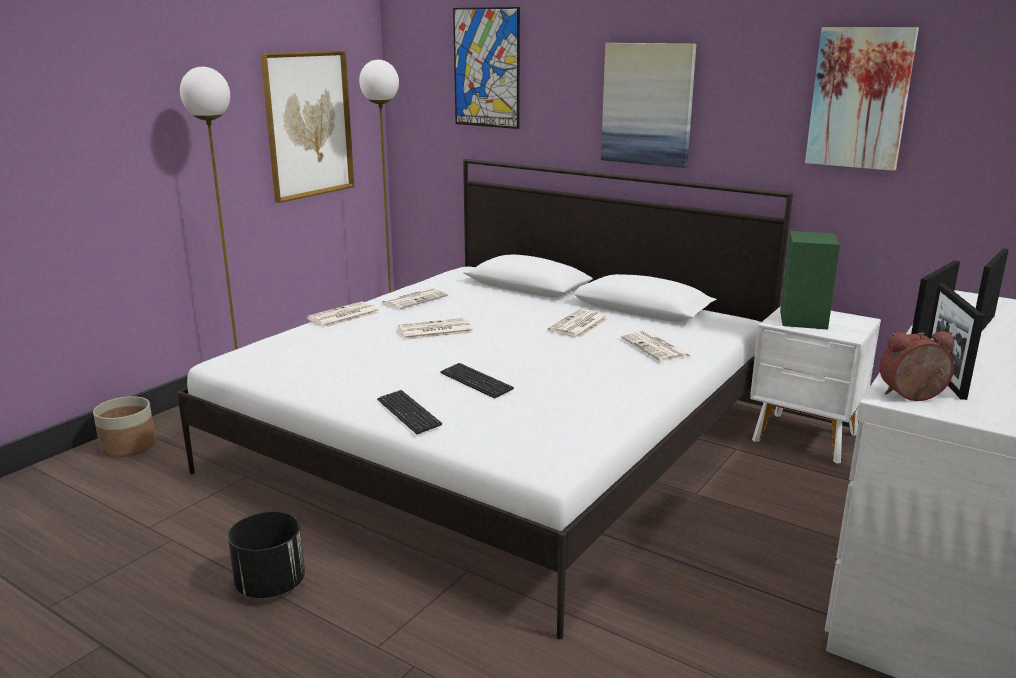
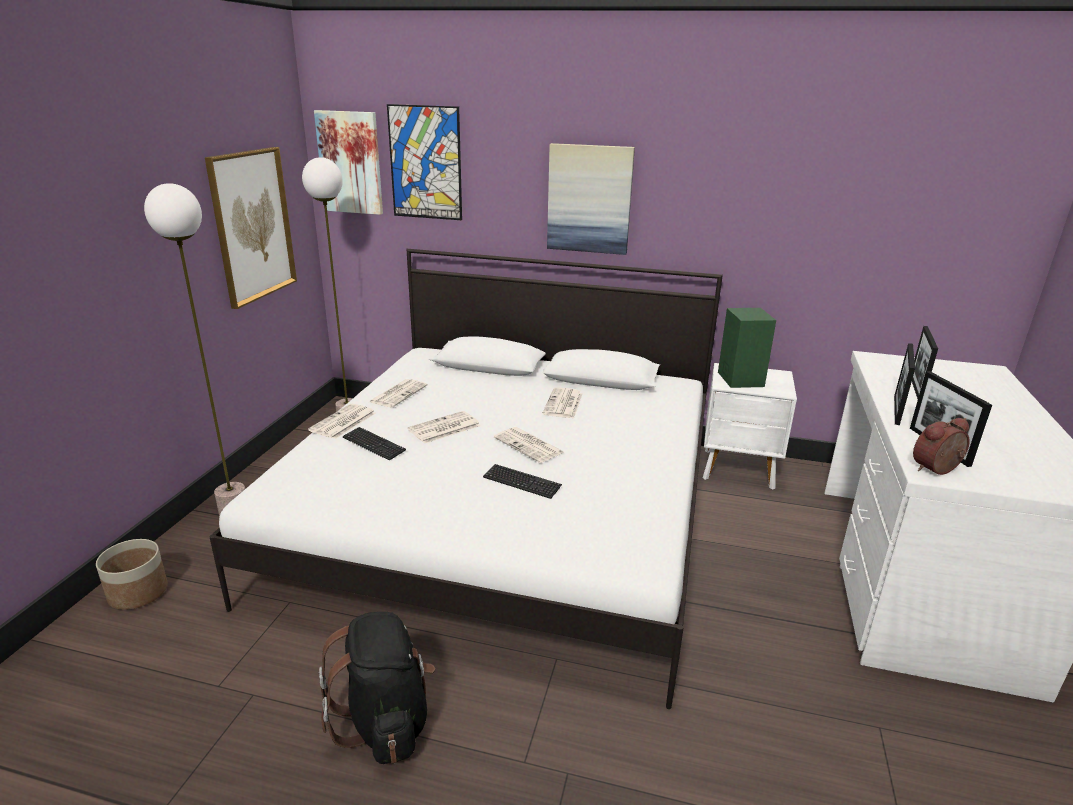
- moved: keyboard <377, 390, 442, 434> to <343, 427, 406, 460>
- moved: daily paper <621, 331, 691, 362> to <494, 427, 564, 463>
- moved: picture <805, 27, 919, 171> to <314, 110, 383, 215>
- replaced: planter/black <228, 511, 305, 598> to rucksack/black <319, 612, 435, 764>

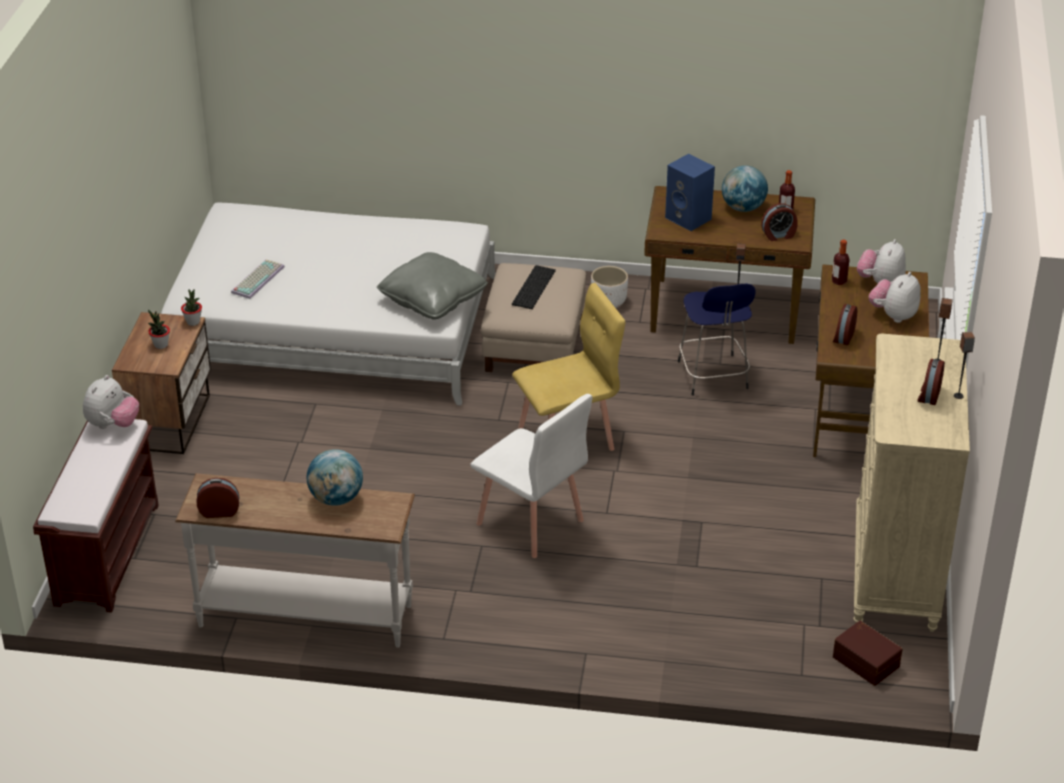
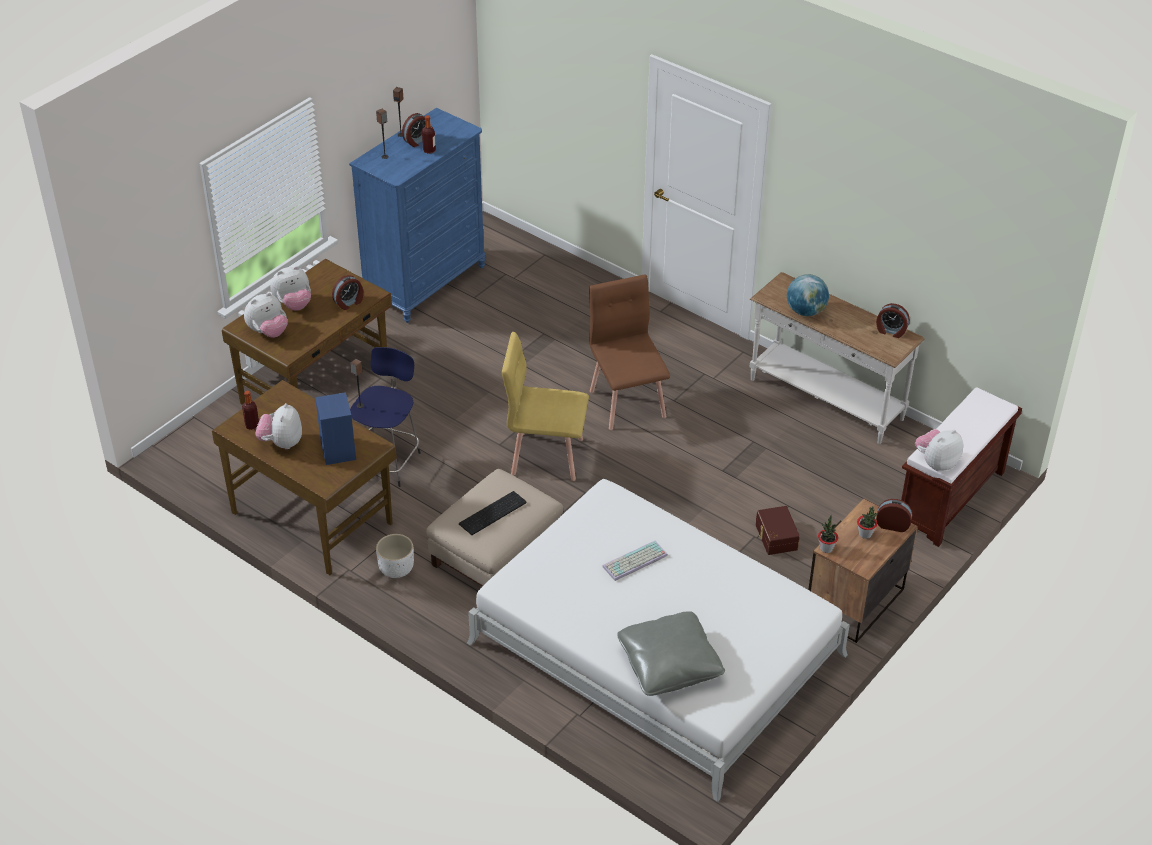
- moved: keyboard <231, 259, 285, 299> to <602, 541, 668, 581>
- moved: pillow/greyish <377, 252, 488, 320> to <617, 611, 725, 696>
- moved: bedside clock <761, 203, 798, 241> to <876, 499, 912, 532>
- moved: drink bottle <832, 240, 850, 285> to <422, 115, 436, 154>
- moved: storage container/brown <833, 621, 903, 686> to <755, 506, 800, 555>
- replaced: world globe <722, 166, 768, 212> to plush toy <255, 403, 302, 449>
- recoloured: plain chair/white-coloured <470, 394, 592, 558> to plain chair/brown <589, 274, 670, 430>
- recoloured: dresser/beige <853, 334, 970, 632> to dresser/blue-coloured <349, 108, 486, 323>

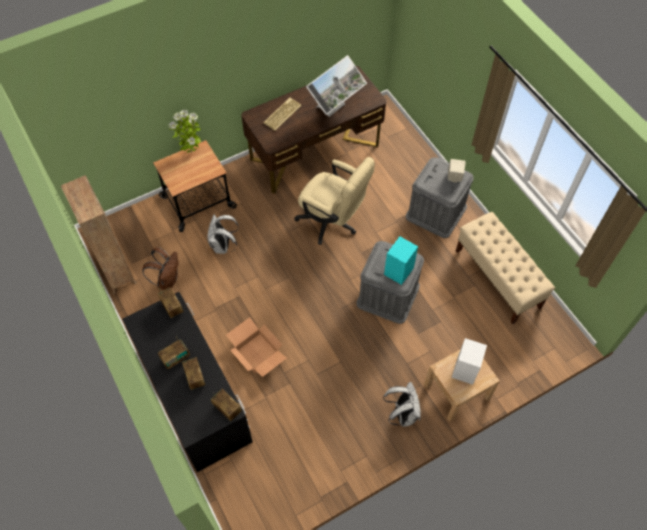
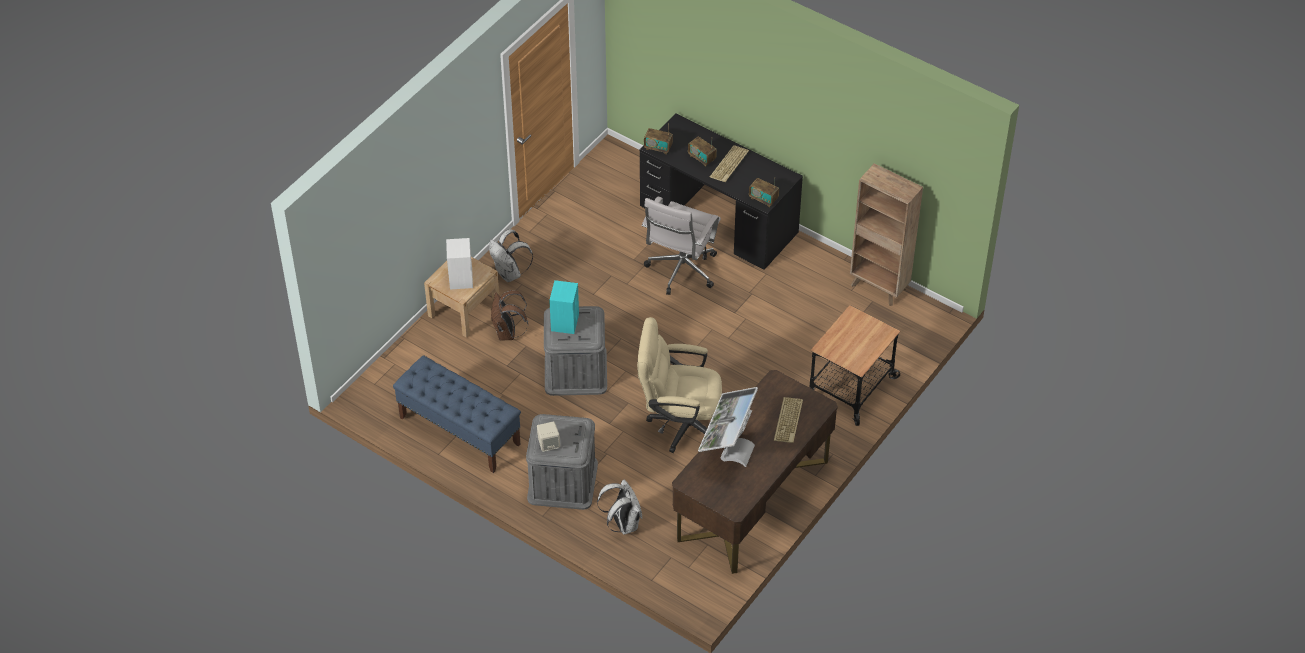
- removed: houseplant <169, 109, 201, 153>
- moved: rucksack/brown <142, 247, 178, 290> to <491, 290, 528, 341>
- moved: rucksack/white-coloured <208, 215, 239, 254> to <597, 479, 642, 535>
- replaced: radio set <158, 336, 190, 369> to keyboard <710, 145, 749, 182>
- replaced: cardboard box <226, 317, 286, 377> to computer chair/white-coloured <641, 196, 721, 295>
- recoloured: bench/beige <456, 212, 555, 325> to bench/blue-coloured <393, 355, 521, 473>

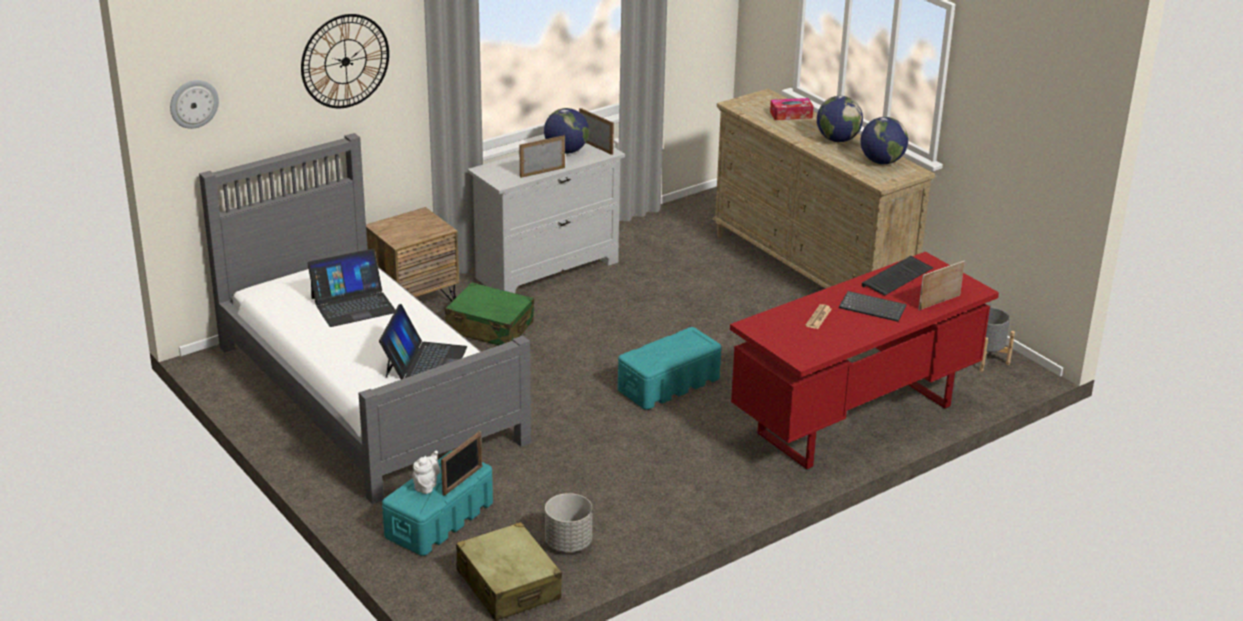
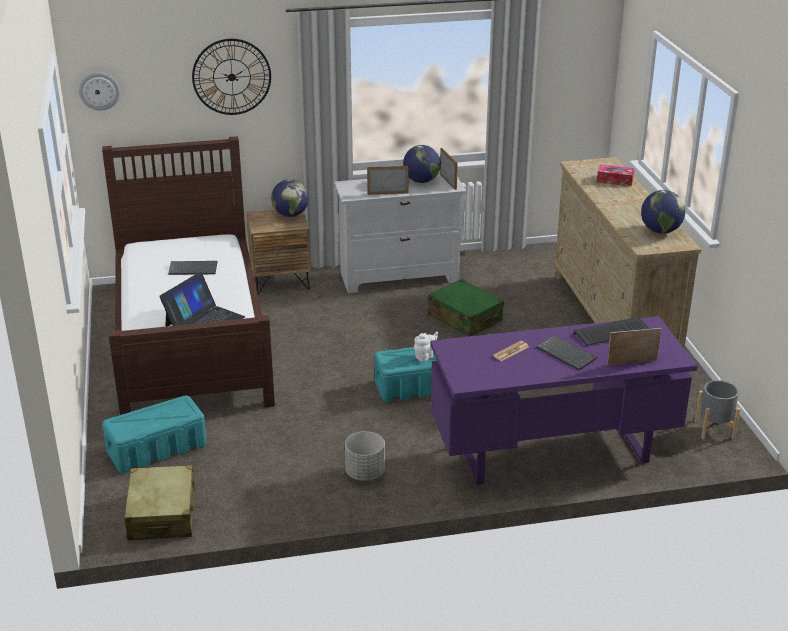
- removed: picture frame <441, 431, 482, 496>
- moved: teapot/white-coloured <412, 451, 440, 494> to <414, 332, 438, 362>
- moved: piece of luggage/greenish <445, 282, 534, 345> to <427, 279, 504, 337>
- moved: planter/greyish <545, 493, 592, 552> to <345, 431, 385, 481>
- moved: world globe <817, 96, 863, 142> to <271, 179, 309, 217>
- replaced: laptop <307, 249, 395, 327> to keyboard <168, 261, 217, 275>
- recoloured: sleeping bed/greyish <199, 133, 531, 505> to sleeping bed/brown <102, 136, 275, 415>
- recoloured: desk table/red-coloured <730, 252, 999, 470> to desk table/purple-coloured <431, 316, 698, 485>

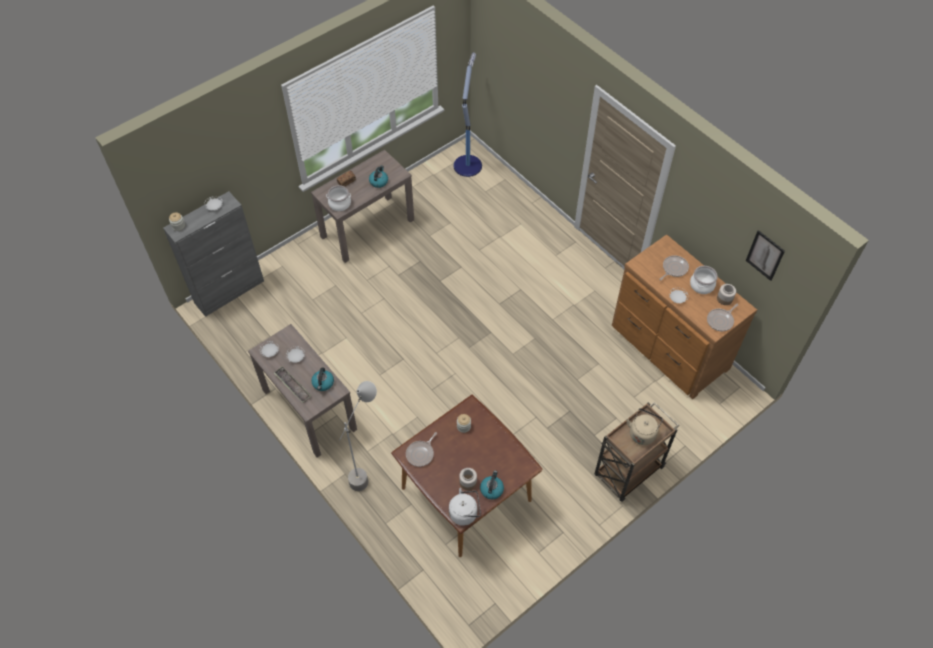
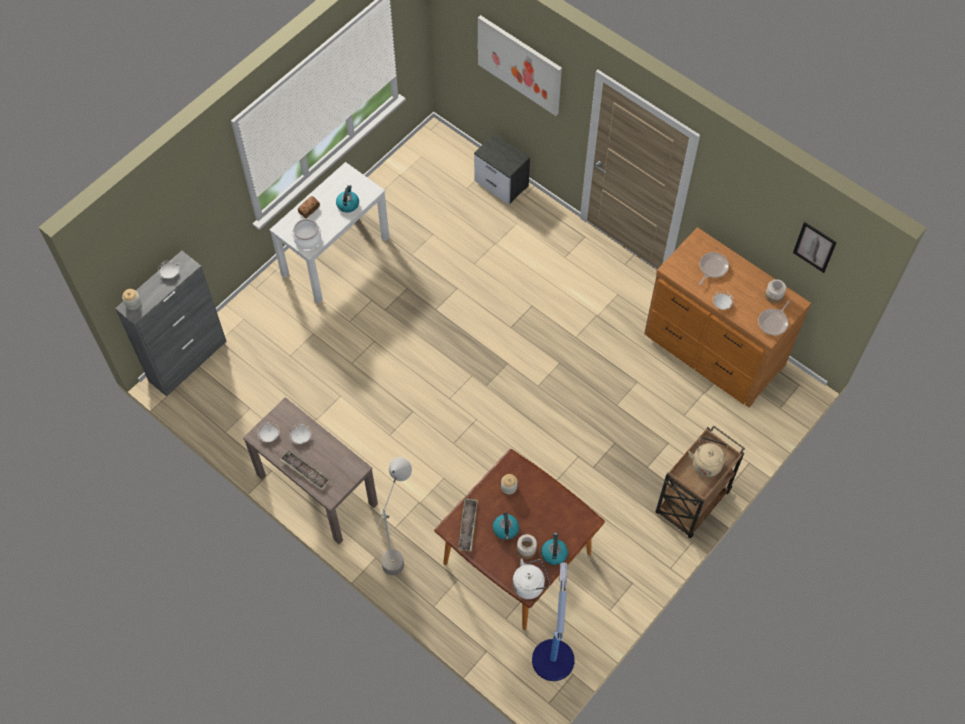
- removed: stockpot <690, 266, 718, 294>
- added: nightstand <474, 134, 530, 205>
- added: picture <478, 15, 562, 116>
- moved: kettle <311, 368, 334, 391> to <493, 513, 519, 540>
- moved: floor lamp <453, 53, 482, 177> to <532, 562, 575, 681>
- replaced: pan <406, 432, 437, 467> to tray <458, 498, 478, 551>
- recoloured: narrow table/brown <311, 150, 414, 263> to narrow table/white-coloured <269, 162, 389, 304>

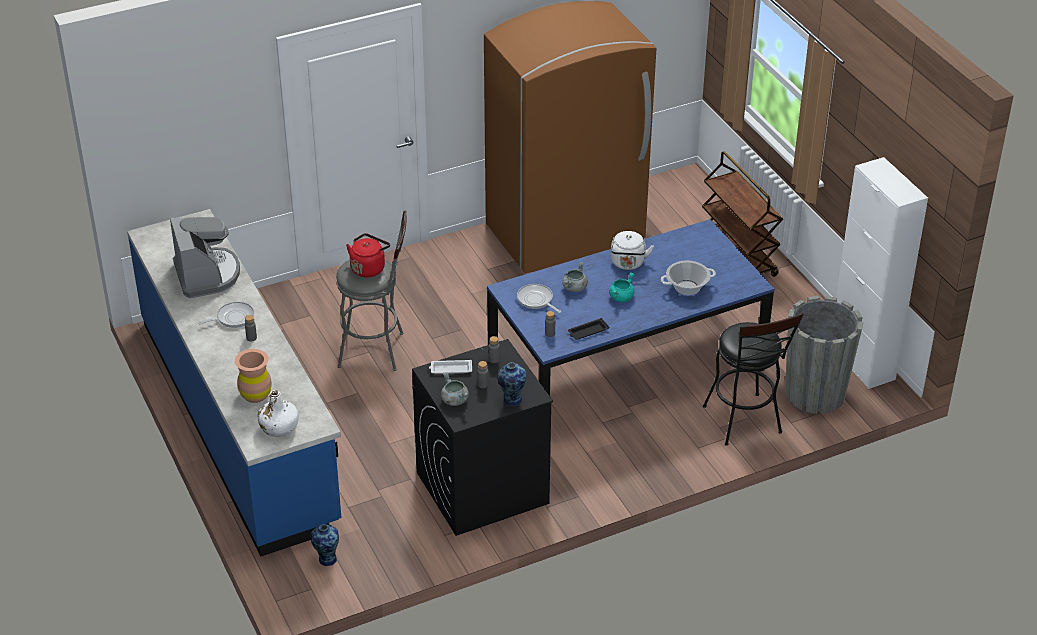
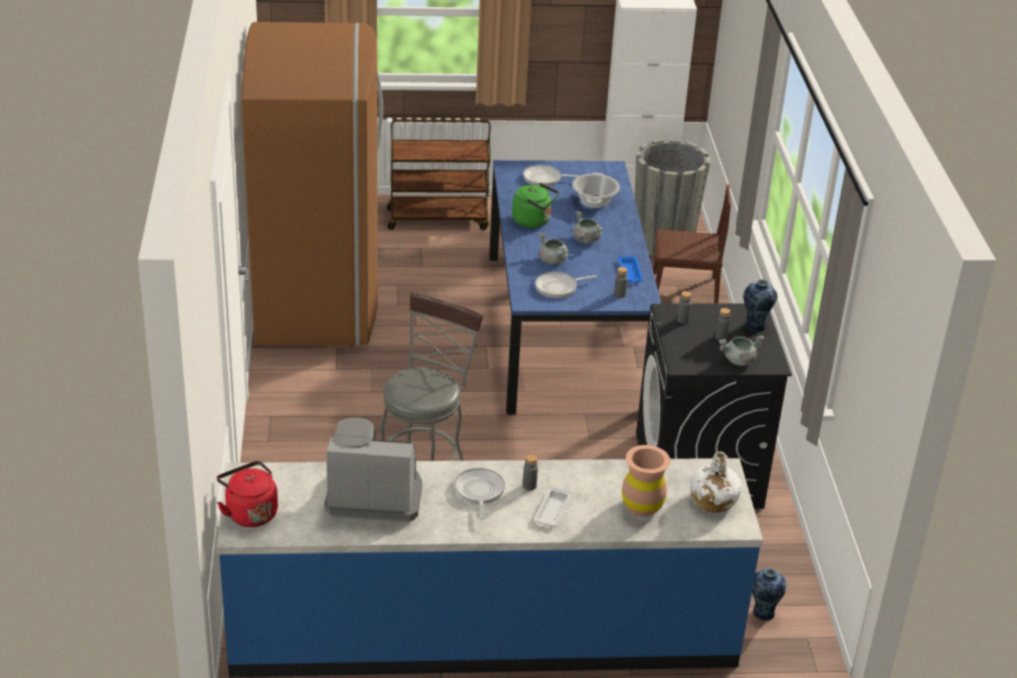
- added: pan <523, 165, 581, 186>
- moved: kettle/red-coloured <346, 233, 390, 277> to <217, 461, 278, 527>
- moved: tray/white-coloured <429, 360, 472, 374> to <534, 487, 572, 526>
- replaced: sitting stool/black <703, 313, 804, 446> to plain chair/brown <653, 184, 731, 304>
- recoloured: tray/black <568, 318, 609, 340> to tray/blue-coloured <618, 256, 643, 283>
- recoloured: stockpot/turquoise-coloured <609, 272, 635, 302> to stockpot/greyish <574, 211, 604, 243>
- recoloured: kettle/white-coloured <611, 231, 654, 270> to kettle/greenish <512, 183, 559, 228>

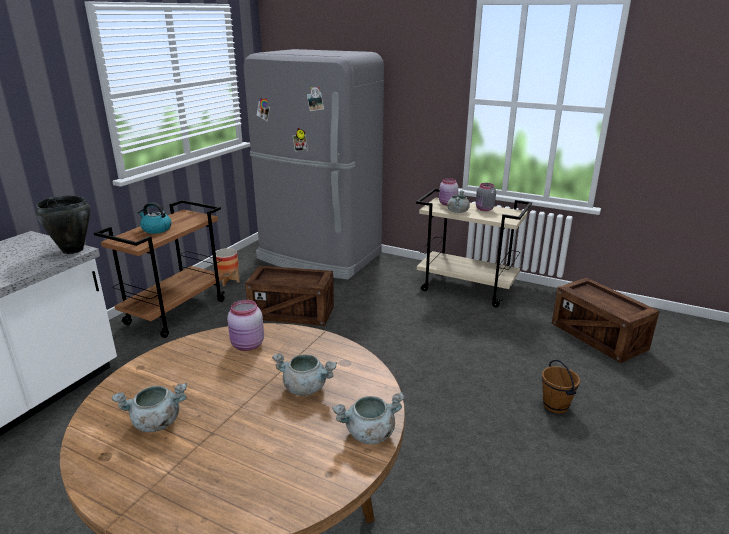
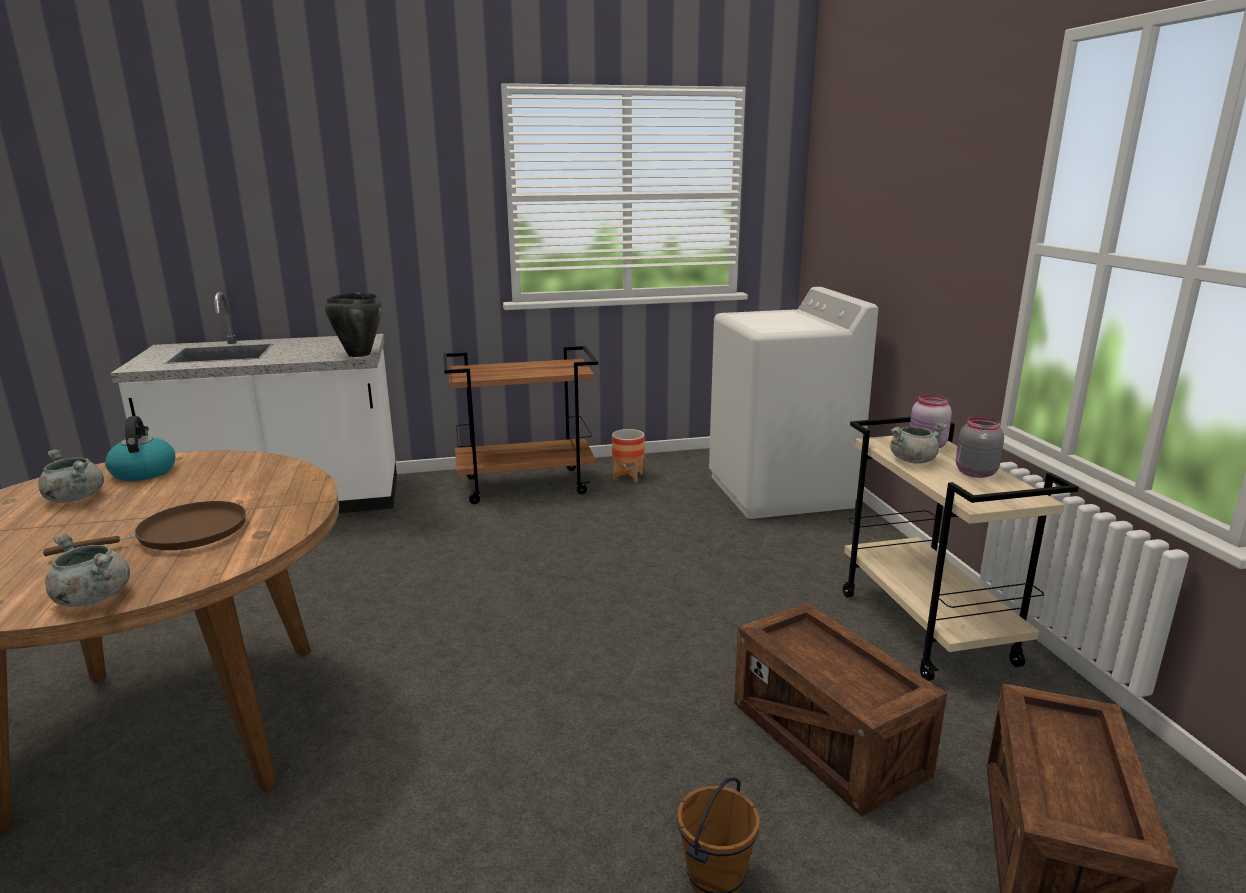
- removed: jar/pink <227, 300, 264, 351>
- moved: kettle <138, 202, 171, 234> to <105, 416, 175, 481>
- moved: crate <245, 266, 334, 326> to <734, 603, 947, 817>
- replaced: kitchen fridge/greyish <244, 49, 384, 279> to laundry machine/white-coloured <709, 287, 878, 519>
- replaced: stockpot/greyish <272, 353, 337, 395> to pan/brown <43, 501, 246, 556>

